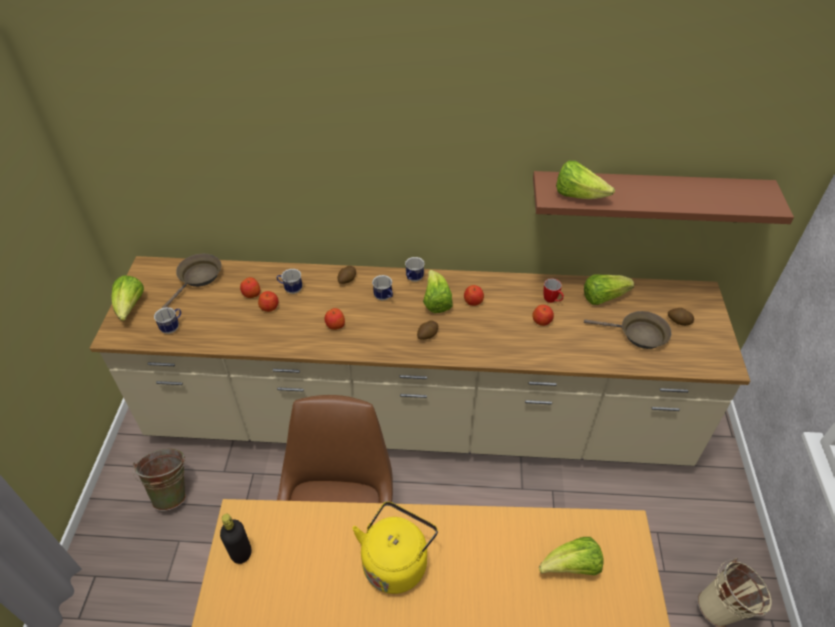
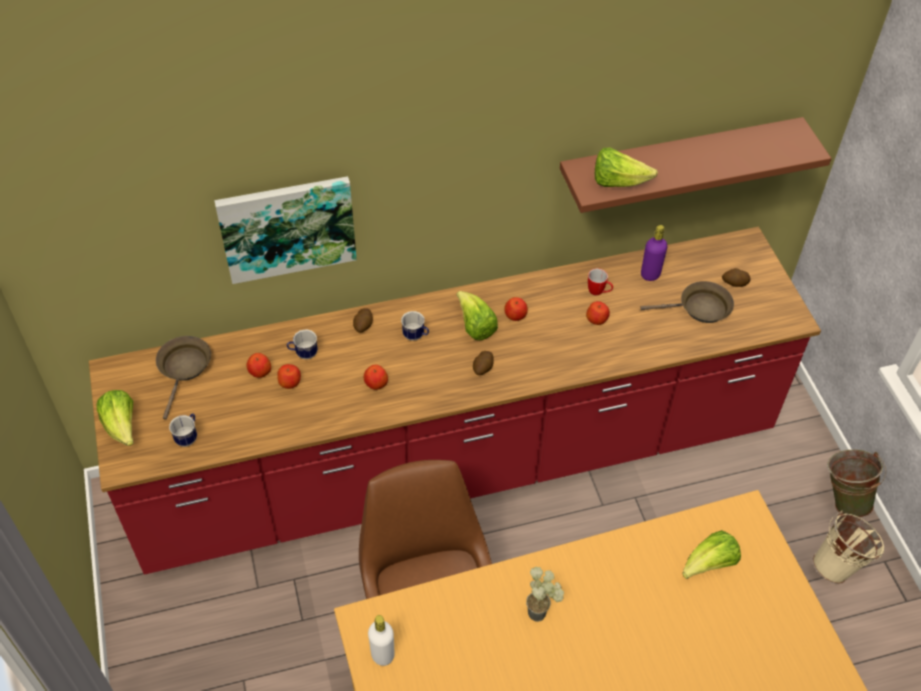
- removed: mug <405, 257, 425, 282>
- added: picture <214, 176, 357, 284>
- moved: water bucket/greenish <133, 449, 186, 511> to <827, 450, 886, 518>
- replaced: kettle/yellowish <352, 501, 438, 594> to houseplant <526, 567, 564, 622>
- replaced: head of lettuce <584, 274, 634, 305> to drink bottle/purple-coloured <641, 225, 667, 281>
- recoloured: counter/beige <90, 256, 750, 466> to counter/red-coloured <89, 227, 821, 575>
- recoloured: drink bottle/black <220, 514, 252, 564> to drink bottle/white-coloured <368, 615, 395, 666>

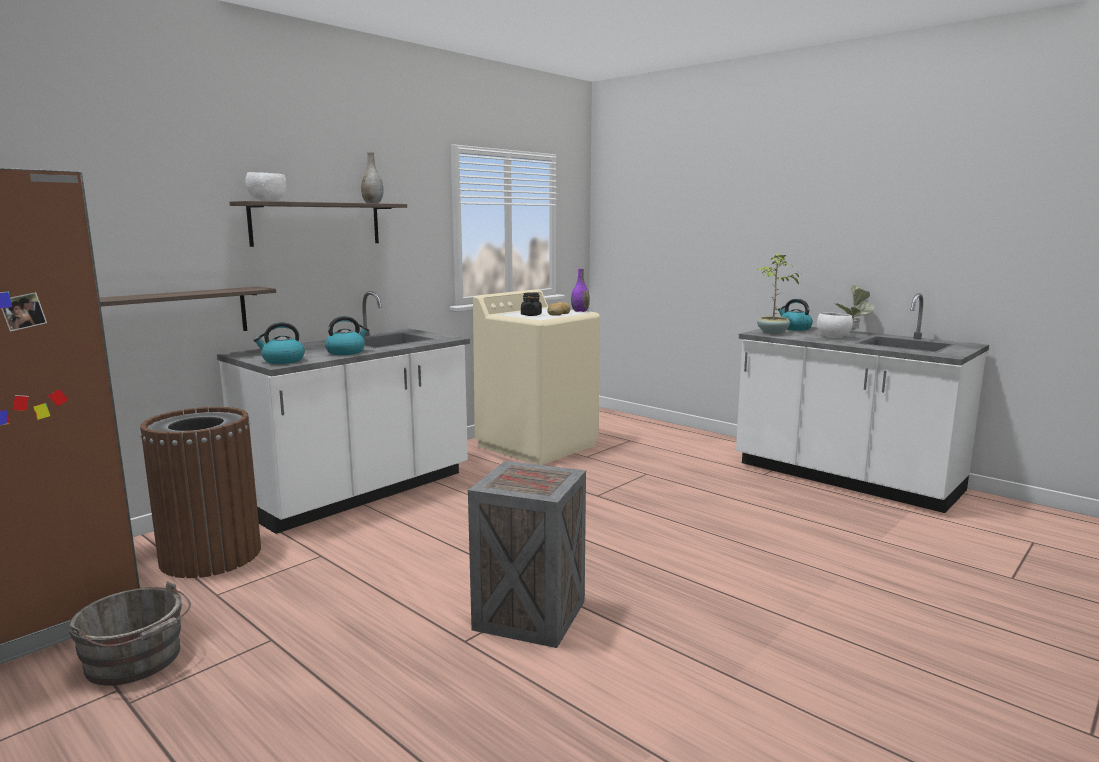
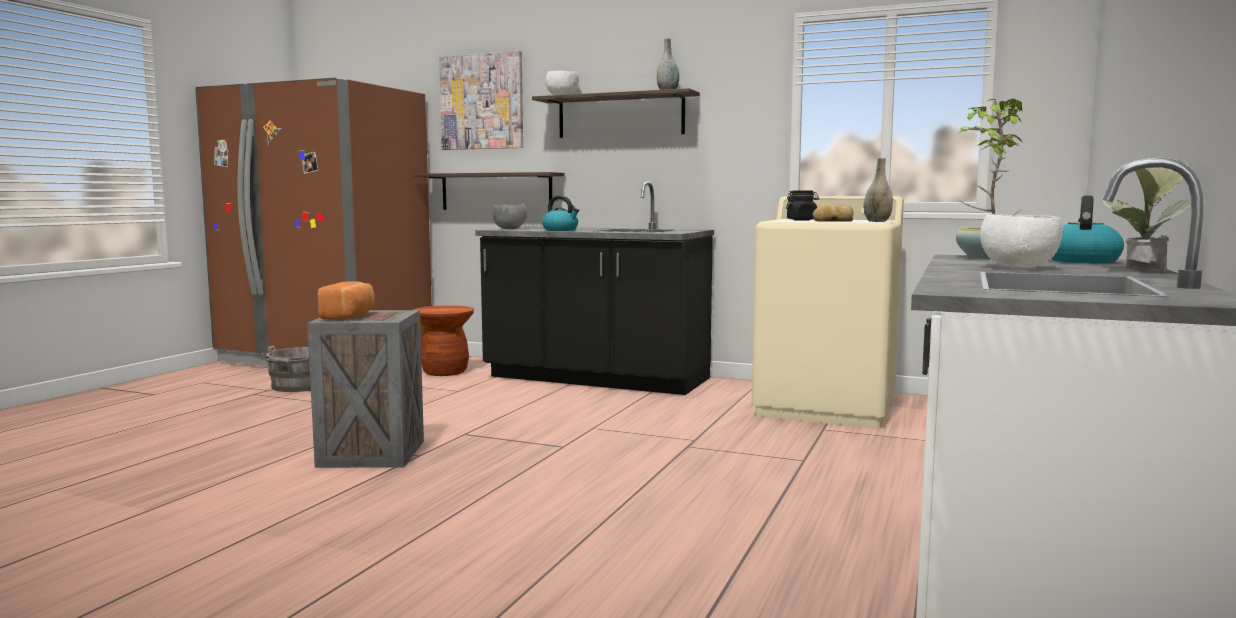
- added: bread <318, 281, 375, 320>
- added: picture <439, 51, 523, 150>
- replaced: waste bin/brown <140, 407, 261, 578> to sitting stool/brown <413, 305, 474, 376>
- replaced: kettle <253, 322, 305, 364> to serving bowl/greyish <492, 204, 527, 229>
- recoloured: counter/white-coloured <217, 291, 470, 534> to counter/black <475, 182, 714, 395>
- recoloured: flower vase/purple-coloured <571, 269, 590, 312> to flower vase/greyish <863, 158, 893, 222>

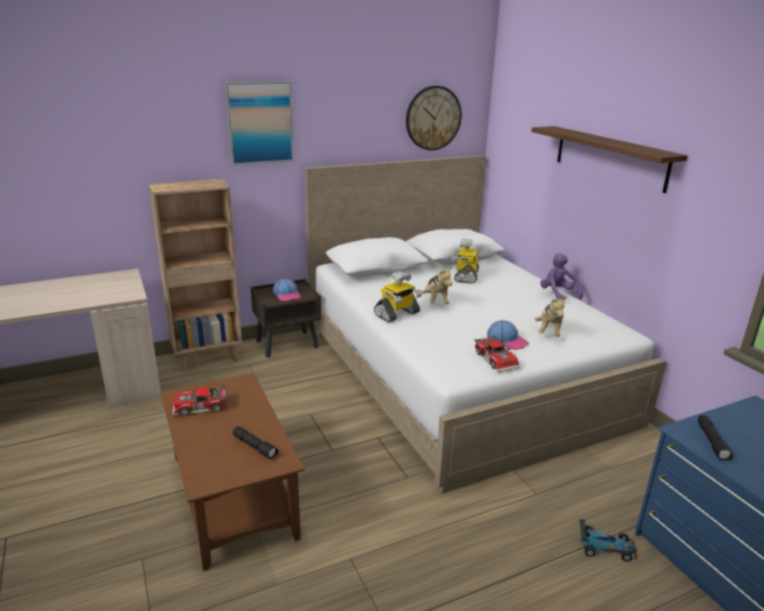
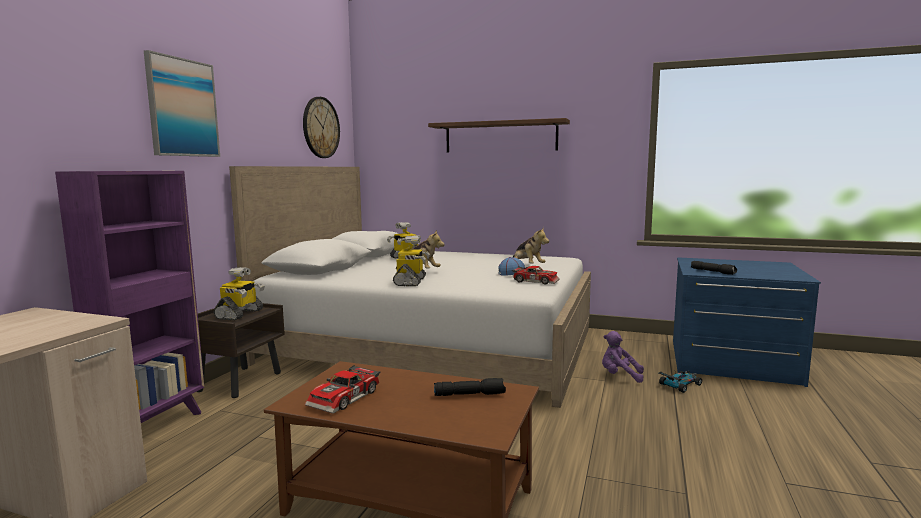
- moved: plush toy/purple-coloured <540, 253, 583, 300> to <602, 331, 644, 383>
- replaced: baseball cap <273, 278, 301, 301> to toy robot <213, 267, 265, 320>
- recoloured: bookshelf/brown <149, 179, 242, 372> to bookshelf/purple-coloured <55, 171, 204, 423>

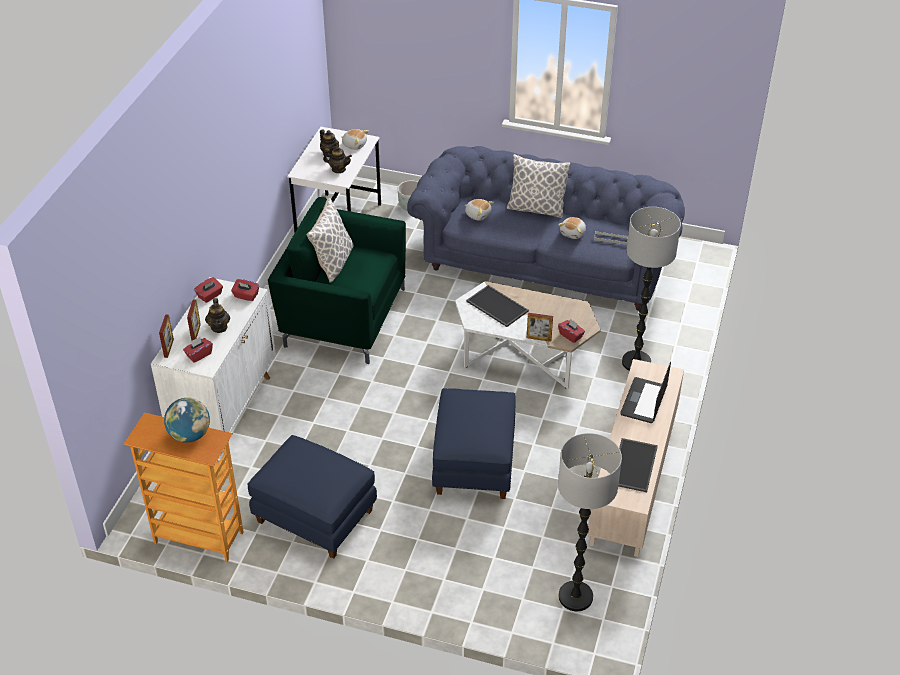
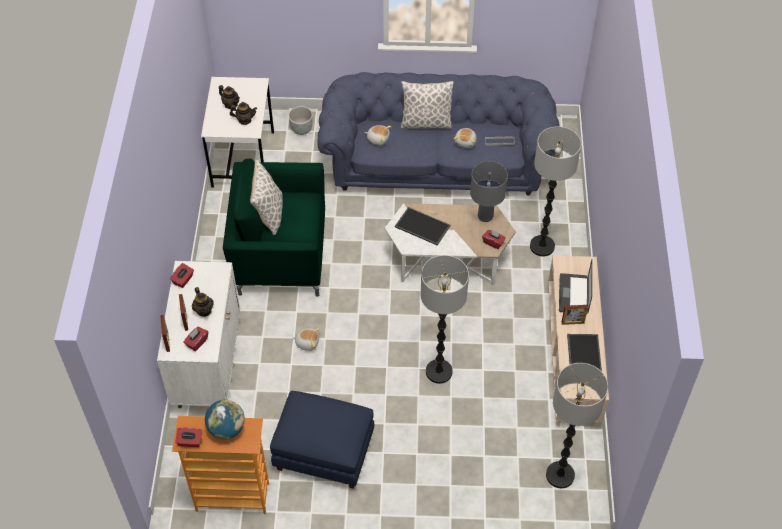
- added: lamp for a table/greyish <470, 161, 508, 222>
- moved: box of tissues/red-coloured <231, 279, 259, 301> to <175, 428, 202, 447>
- moved: plush toy <341, 129, 369, 150> to <292, 328, 320, 351>
- moved: picture frame <527, 313, 553, 342> to <561, 305, 588, 325>
- replaced: ottoman/blue-coloured <432, 388, 516, 499> to floor lamp <421, 255, 469, 384>

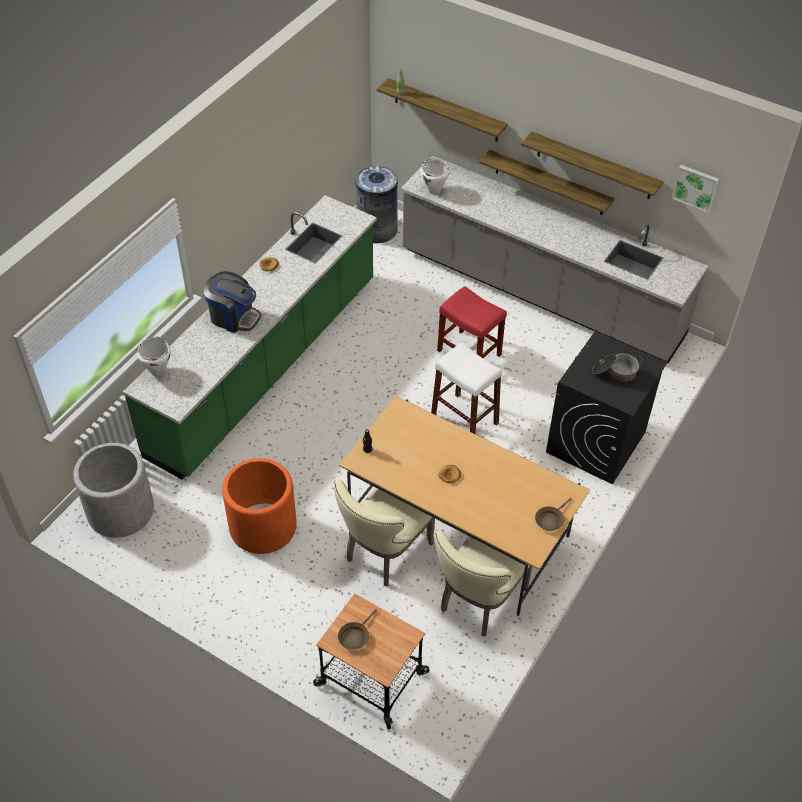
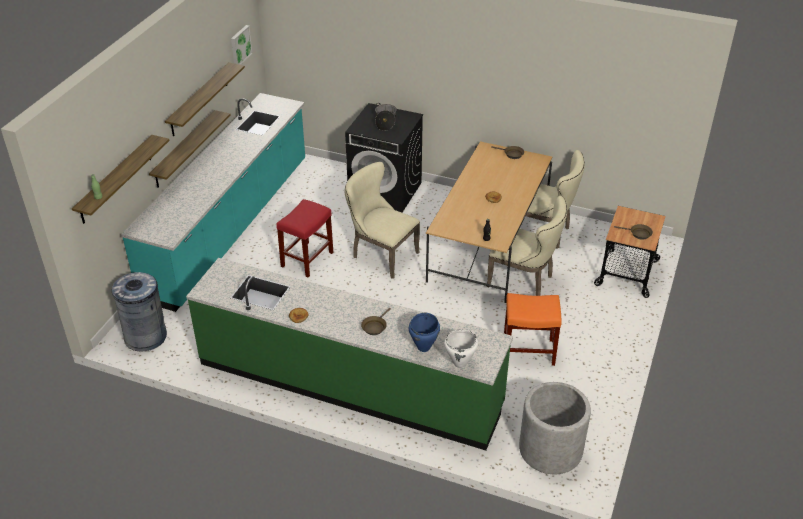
- removed: stockpot/white-coloured <420, 159, 450, 194>
- added: stockpot/blue-coloured <409, 313, 440, 352>
- replaced: coffee brewer <204, 271, 261, 333> to pan/brown <361, 308, 391, 335>
- replaced: planter/orangey <222, 458, 297, 554> to sitting stool/orangey <504, 293, 561, 366>
- replaced: sitting stool/white-coloured <431, 342, 502, 434> to plain chair/beige <345, 162, 420, 279>
- recoloured: counter/greyish <401, 155, 708, 363> to counter/turquoise-coloured <121, 93, 305, 312>

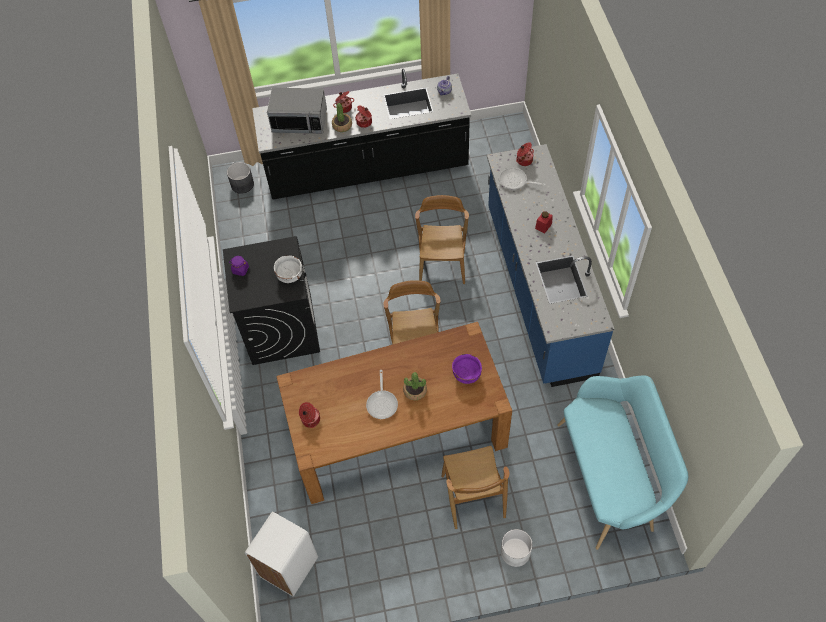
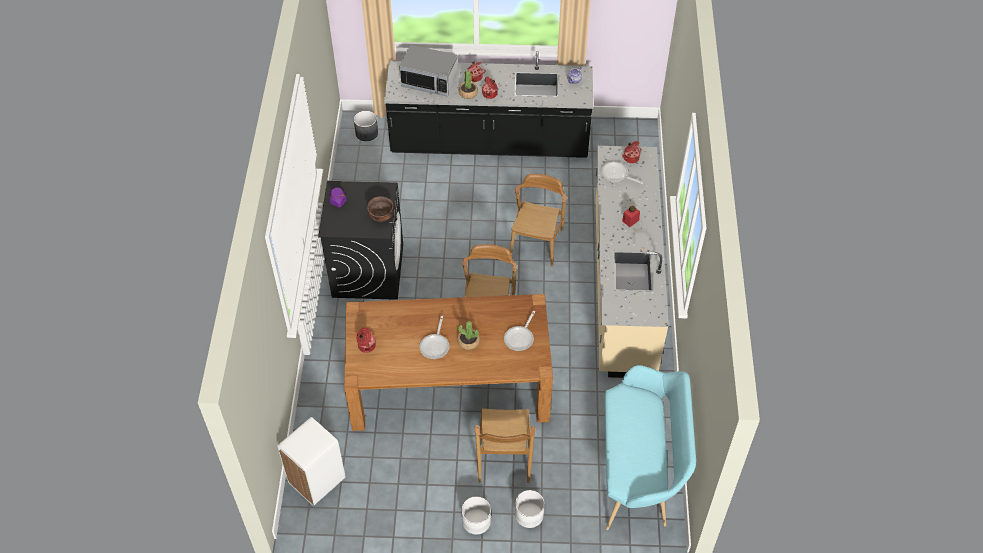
- added: planter/white-coloured <462, 496, 491, 534>
- replaced: serving bowl/purple-coloured <452, 354, 482, 384> to pan <504, 311, 535, 351>
- recoloured: serving bowl/white-coloured <274, 255, 302, 283> to serving bowl/brown <367, 196, 394, 222>
- recoloured: counter/blue-coloured <487, 144, 614, 387> to counter/beige <595, 146, 669, 378>

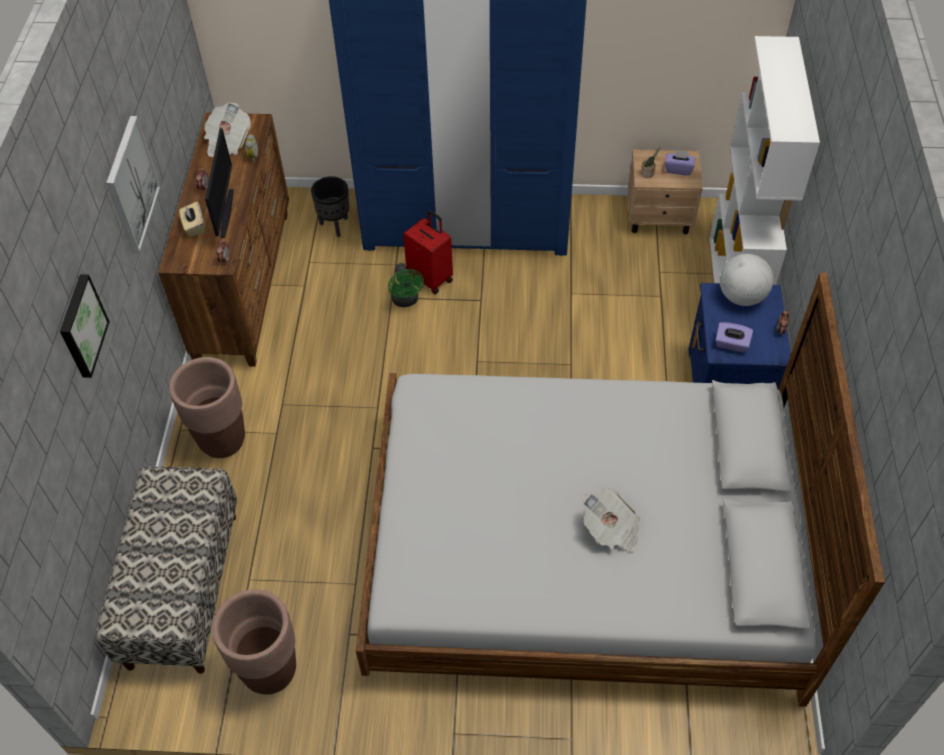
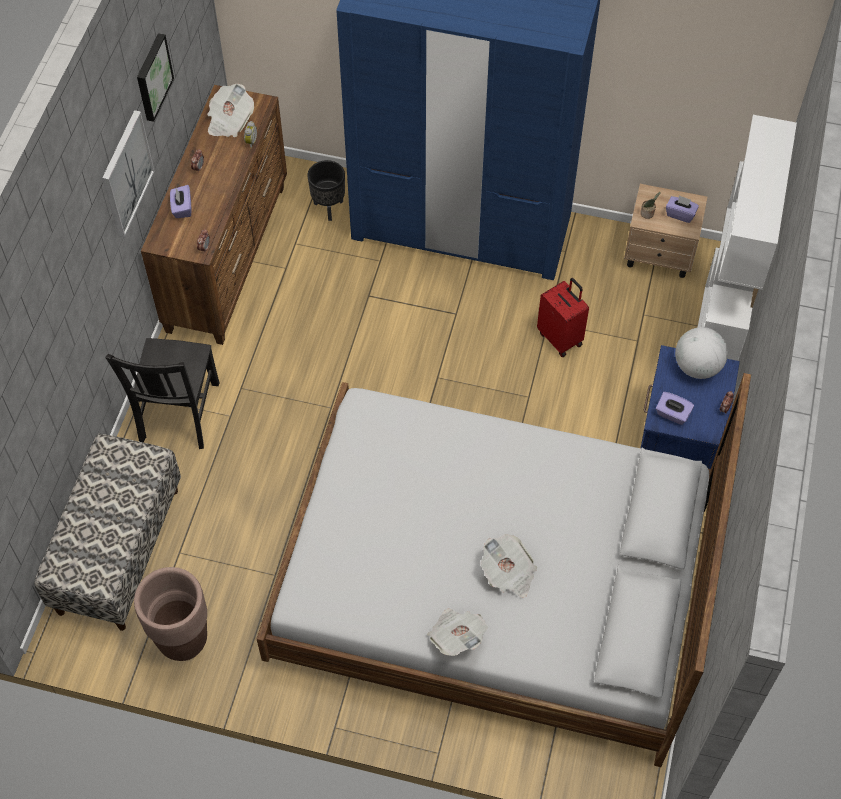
- removed: monitor <205, 128, 234, 238>
- removed: electric fan/greenish <388, 263, 424, 307>
- added: daily paper <427, 609, 488, 656>
- moved: picture <60, 274, 110, 378> to <137, 33, 174, 122>
- moved: piece of luggage/red-coloured <403, 211, 453, 294> to <537, 278, 589, 357>
- replaced: planter/brown <169, 357, 245, 458> to plain chair/black <105, 338, 220, 449>
- recoloured: box of tissues/beige <179, 201, 205, 237> to box of tissues/purple-coloured <170, 185, 192, 218>

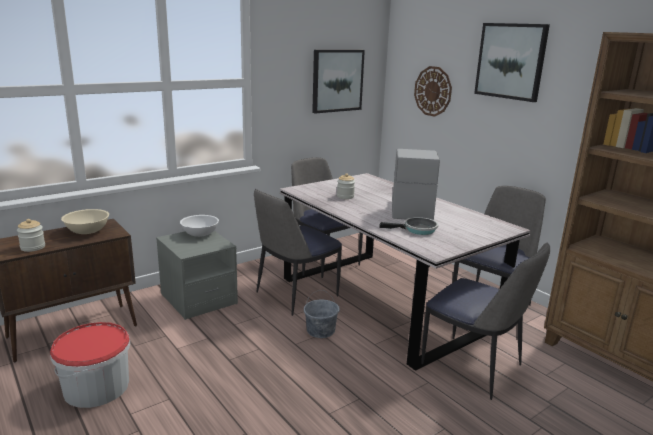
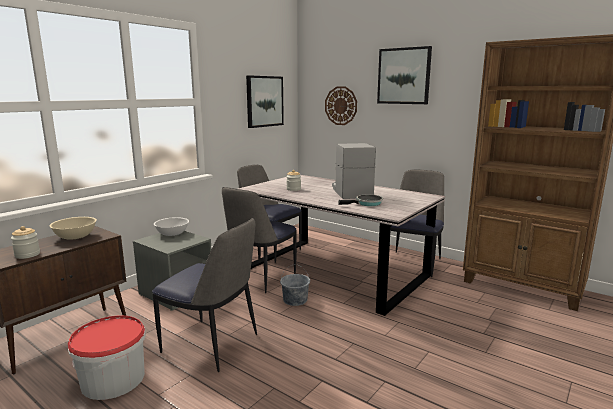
- moved: plain chair <421, 243, 550, 400> to <152, 218, 257, 372>

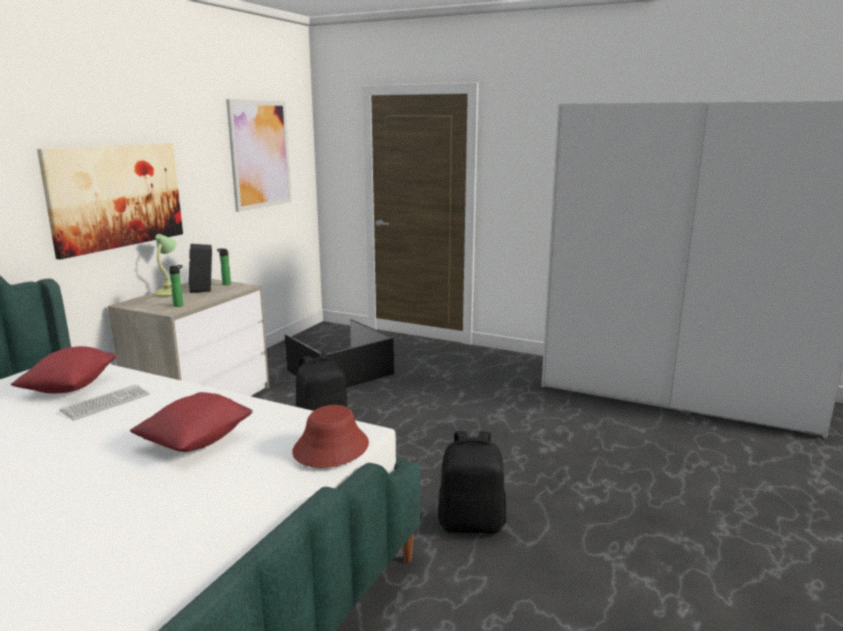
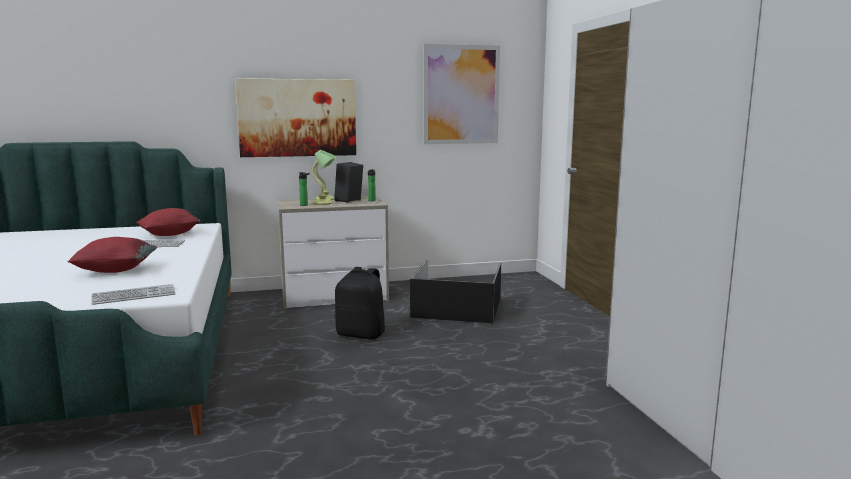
- removed: rucksack/black <438, 431, 507, 533>
- added: lamp for a table <312, 151, 334, 205>
- replaced: clothing hat/red-coloured <292, 405, 369, 468> to keyboard <91, 284, 176, 305>

